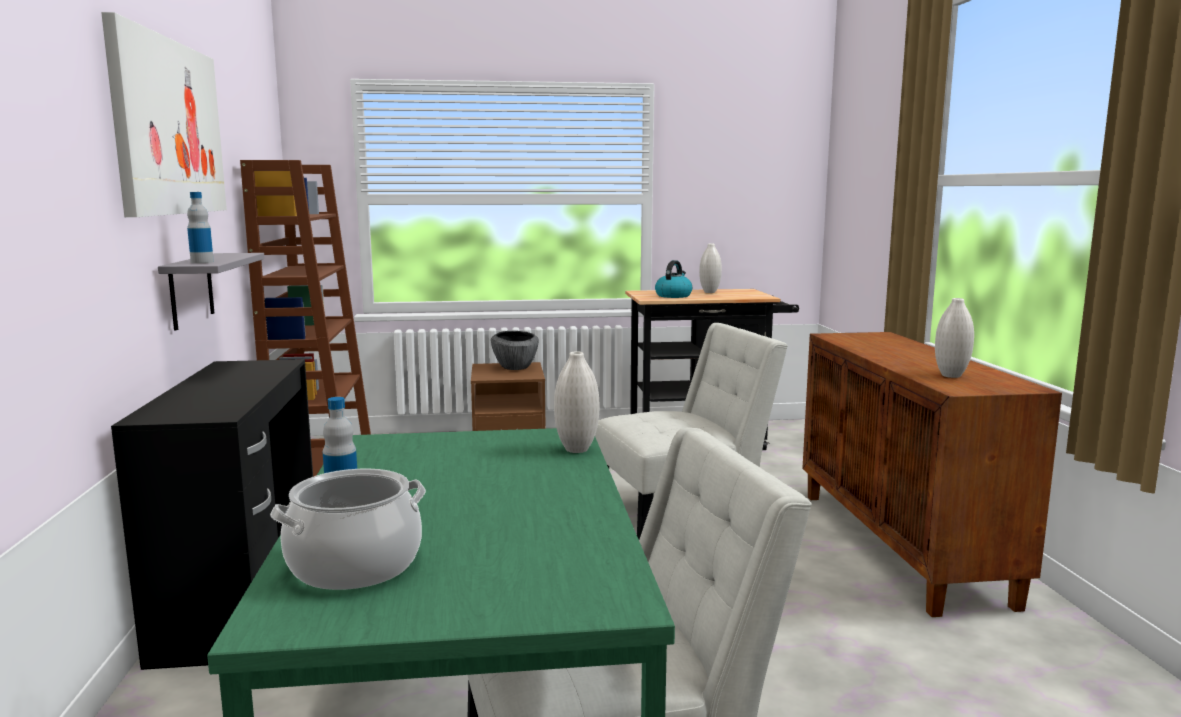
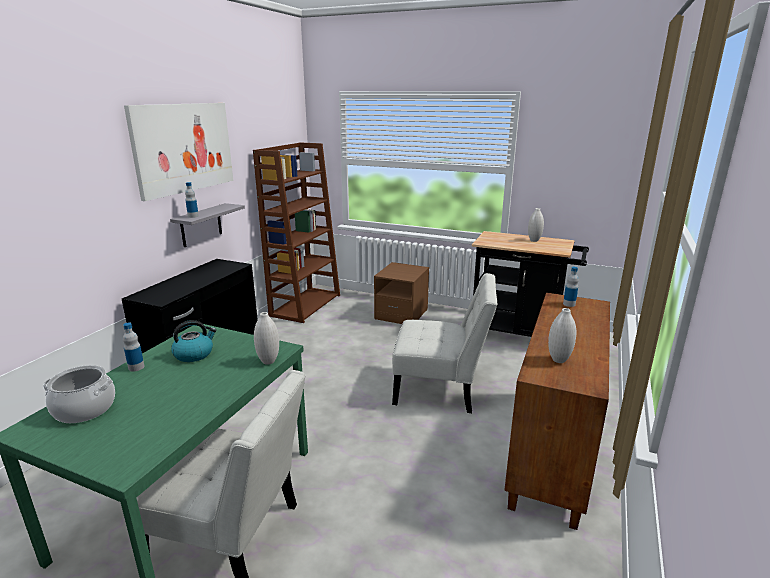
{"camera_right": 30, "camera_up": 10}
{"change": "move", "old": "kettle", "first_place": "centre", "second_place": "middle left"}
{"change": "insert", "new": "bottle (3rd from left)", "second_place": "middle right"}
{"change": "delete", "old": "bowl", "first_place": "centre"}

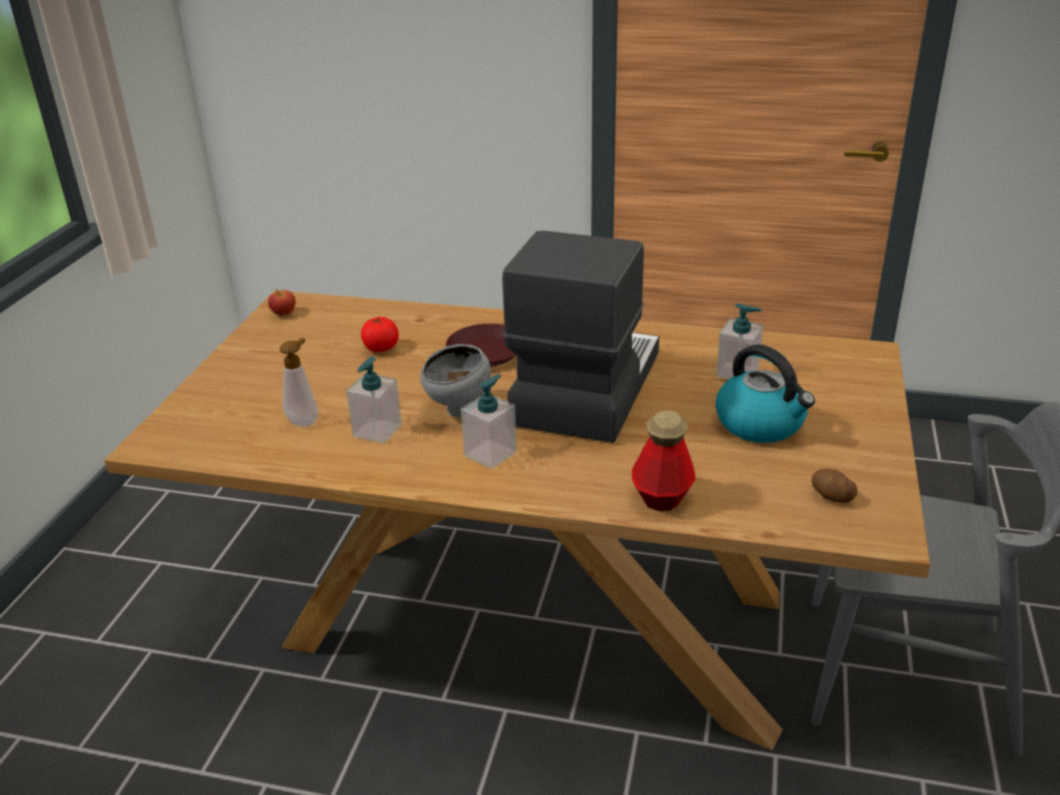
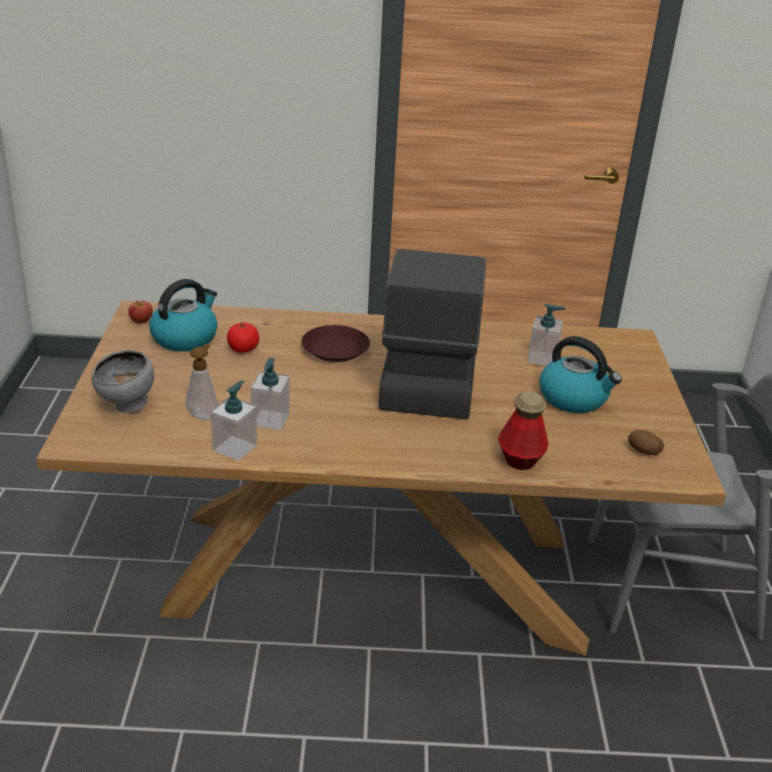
{"camera_right": -15, "camera_up": 0}
{"change": "move", "old": "grey bowl", "first_place": "centre", "second_place": "middle left"}
{"change": "insert", "new": "kettle (1st from left)", "second_place": "middle left"}
{"change": "move", "old": "soap dispenser (3rd from left in the first image)", "new": "soap dispenser (2nd from left)", "first_place": "centre", "second_place": "middle left"}

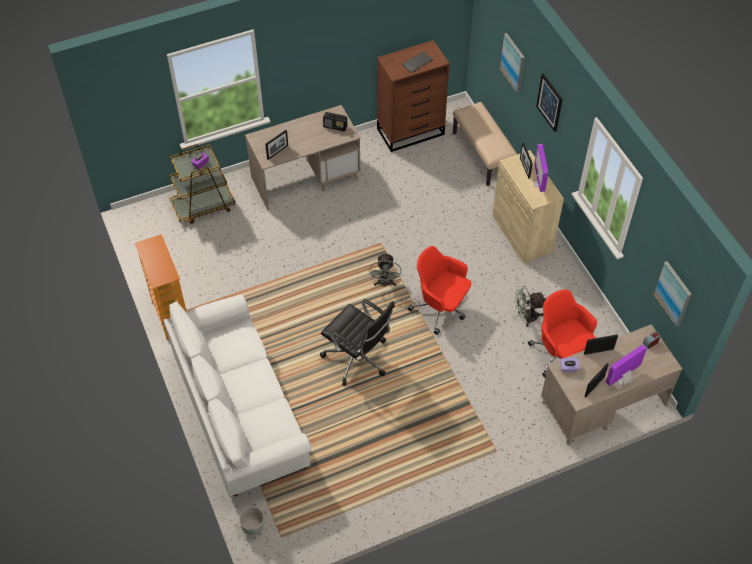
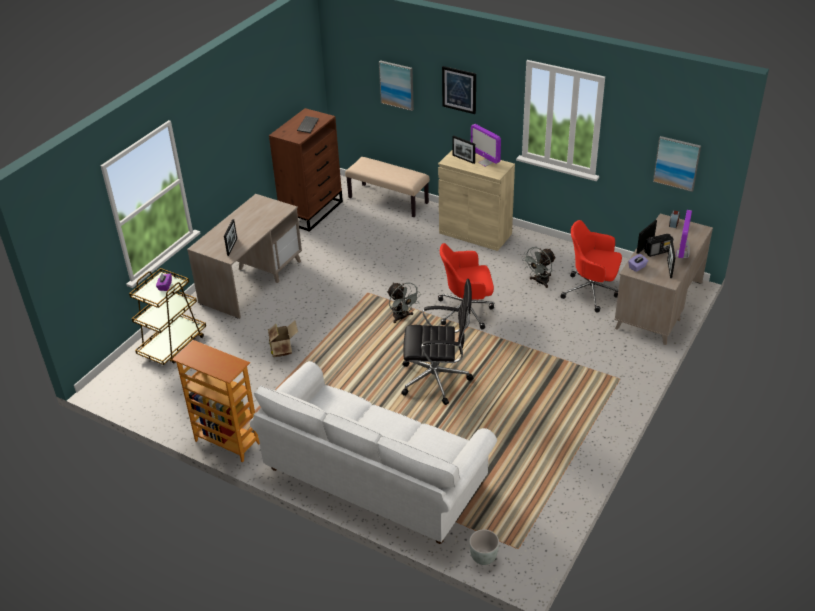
{"camera_right": -35, "camera_up": -15}
{"change": "insert", "new": "cardboard box", "second_place": "centre"}
{"change": "move", "old": "radio", "first_place": "top centre", "second_place": "middle right"}

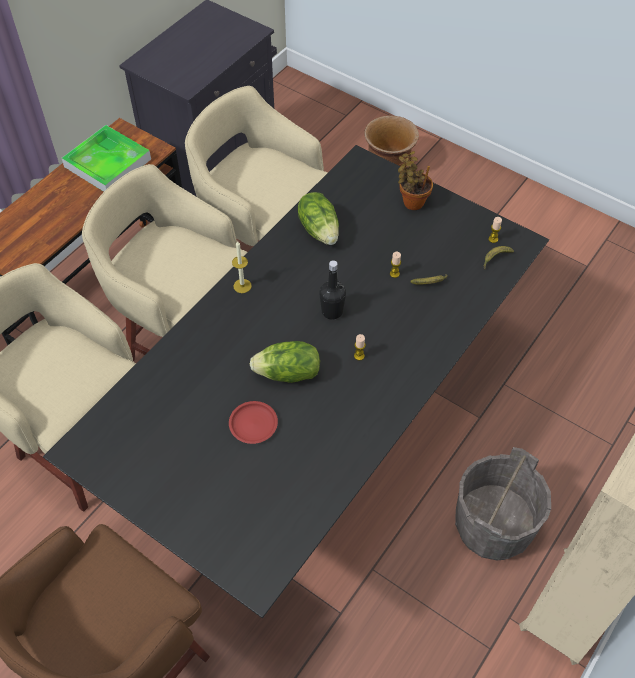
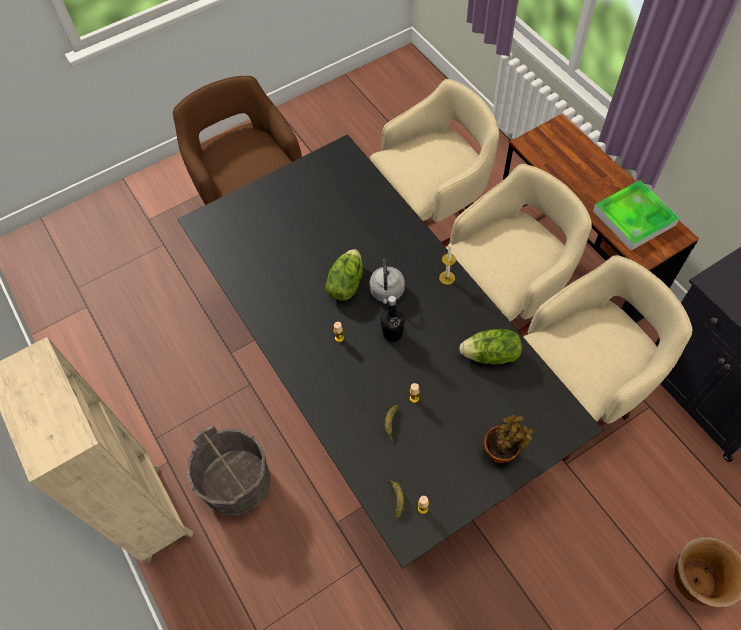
{"camera_right": 115, "camera_up": 5}
{"change": "insert", "new": "grey kettle", "second_place": "centre"}
{"change": "delete", "old": "red plate", "first_place": "centre"}

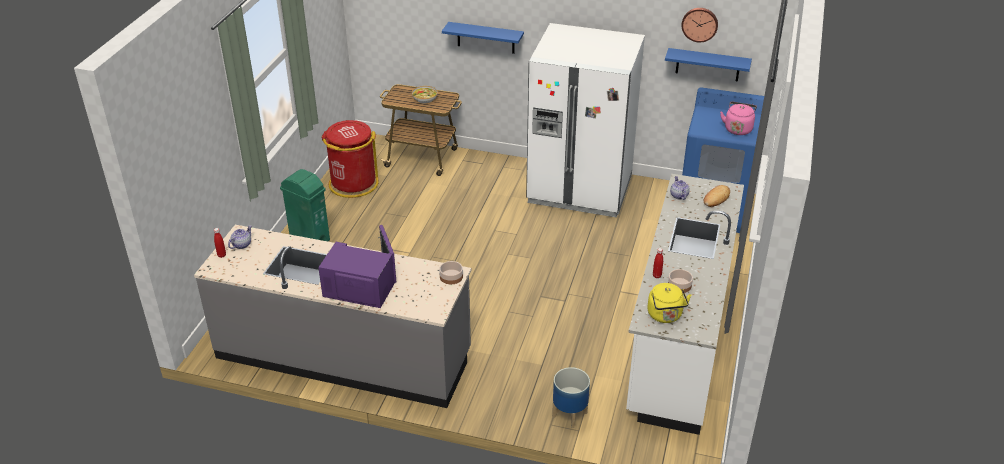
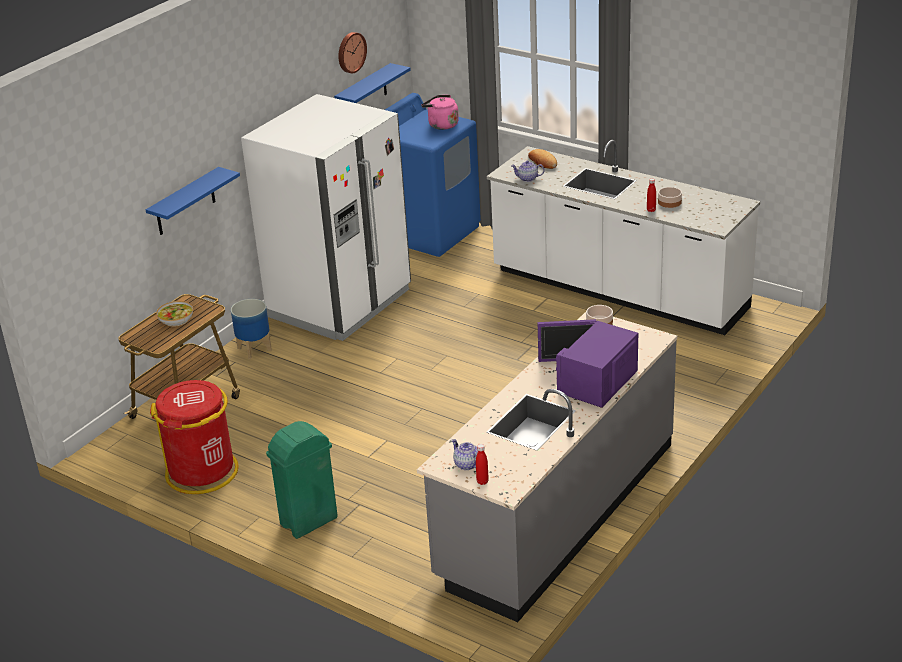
{"camera_right": -70, "camera_up": -5}
{"change": "move", "old": "planter", "first_place": "bottom centre", "second_place": "middle left"}
{"change": "delete", "old": "yellow kettle", "first_place": "centre"}

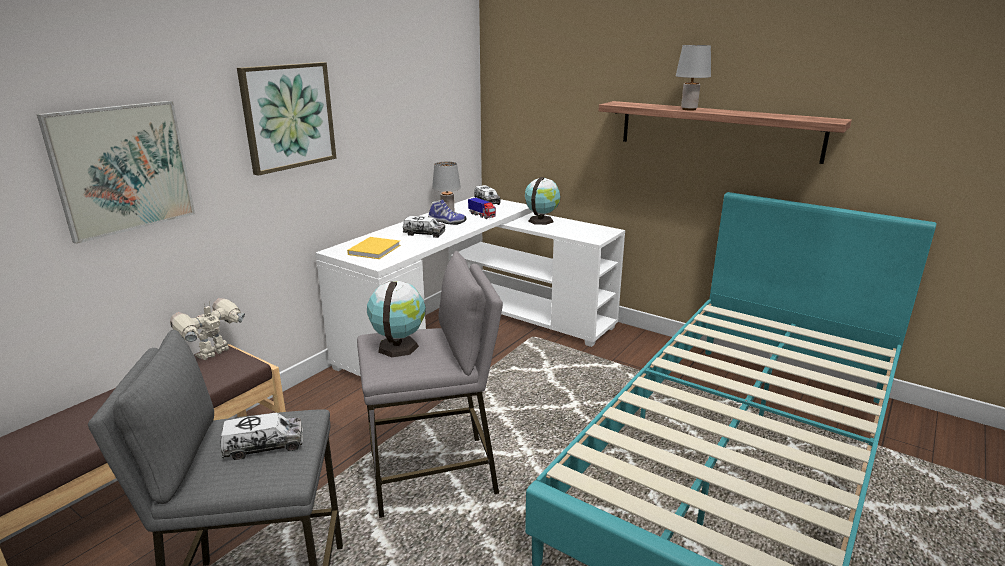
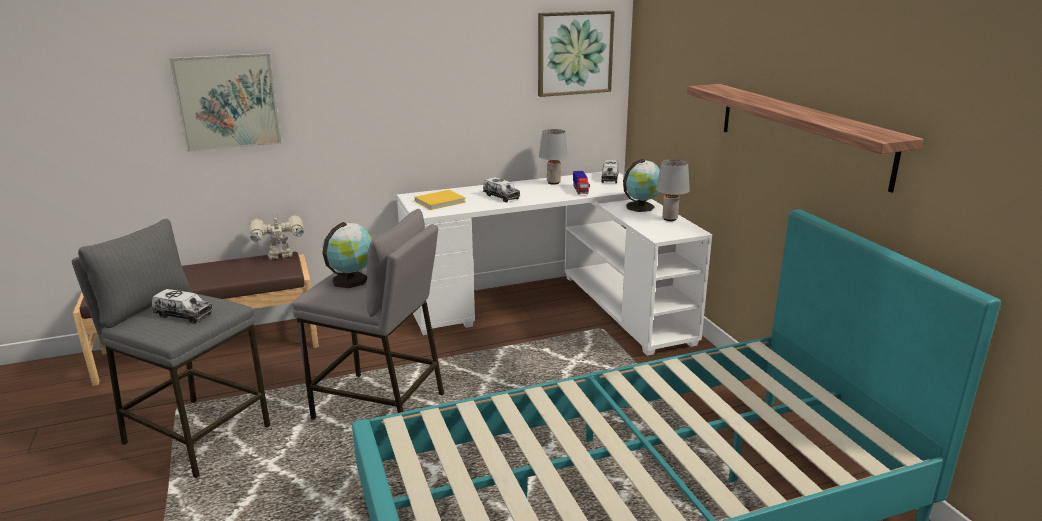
{"camera_right": 35, "camera_up": 0}
{"change": "move", "old": "picture (2nd from left)", "first_place": "top left", "second_place": "top centre"}
{"change": "move", "old": "grey table lamp (2nd from left)", "first_place": "top right", "second_place": "centre"}
{"change": "delete", "old": "shoe", "first_place": "centre"}

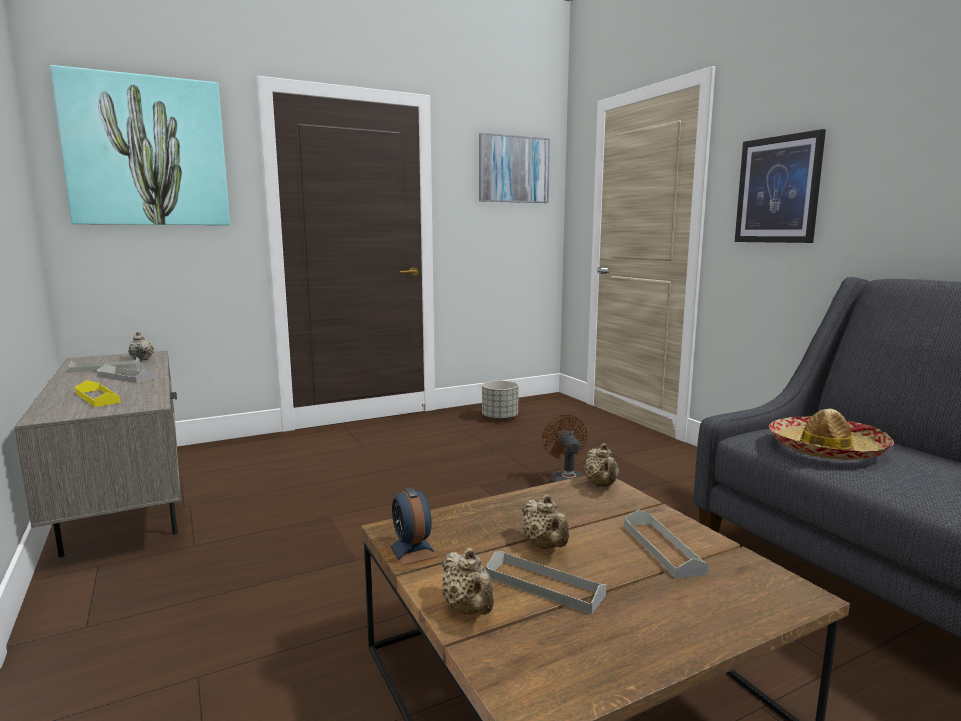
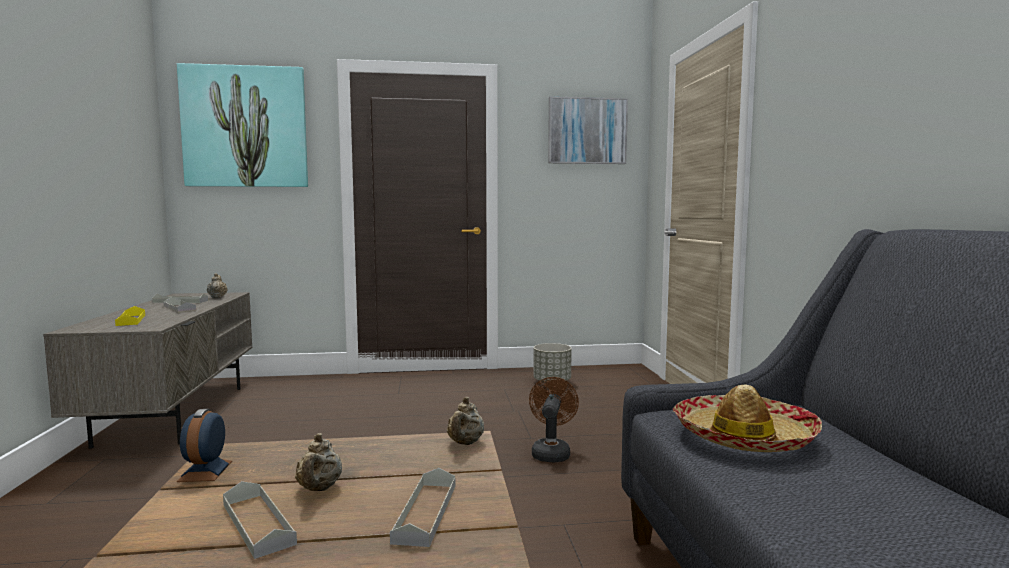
{"camera_right": 20, "camera_up": -5}
{"change": "delete", "old": "beige teapot (2nd from left)", "first_place": "bottom centre"}
{"change": "delete", "old": "picture (3rd from left)", "first_place": "top right"}

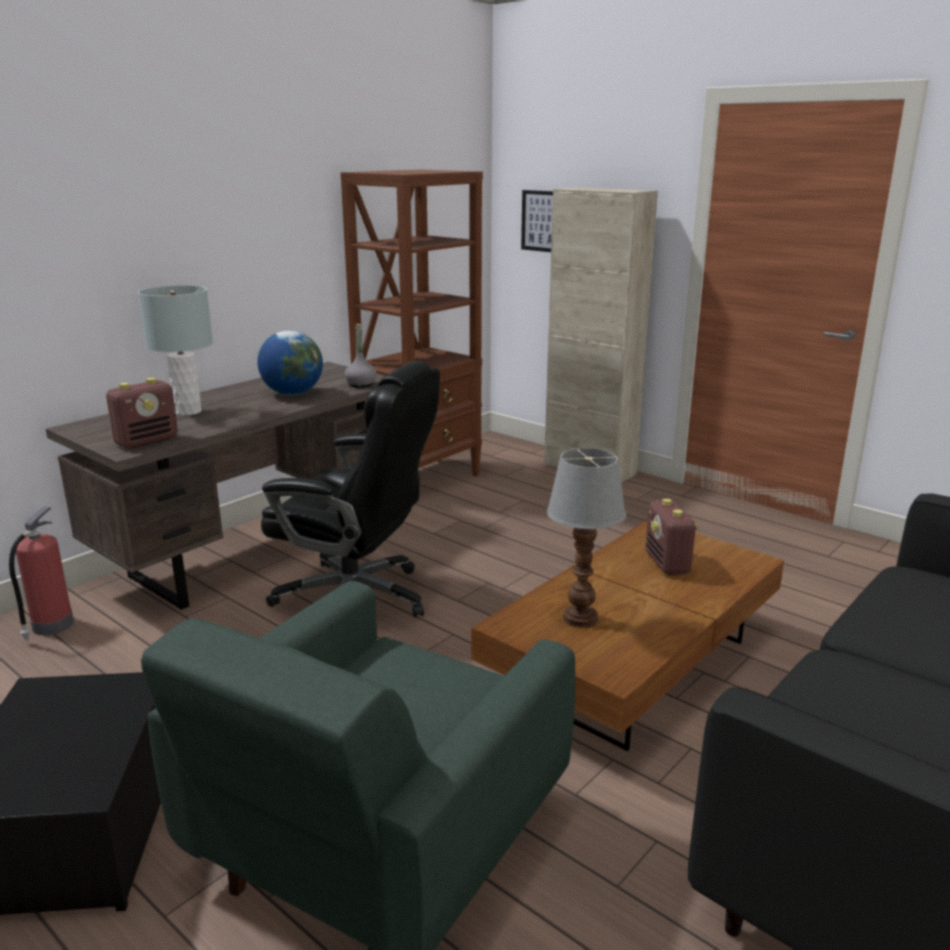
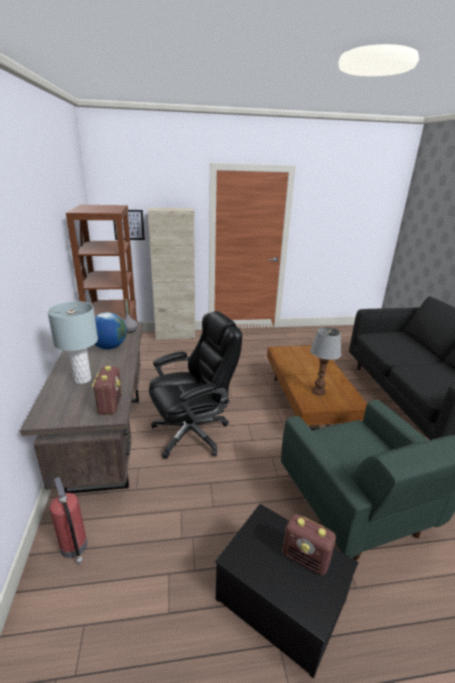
{"camera_right": -50, "camera_up": 5}
{"change": "move", "old": "radio (2nd from left)", "first_place": "middle right", "second_place": "bottom right"}

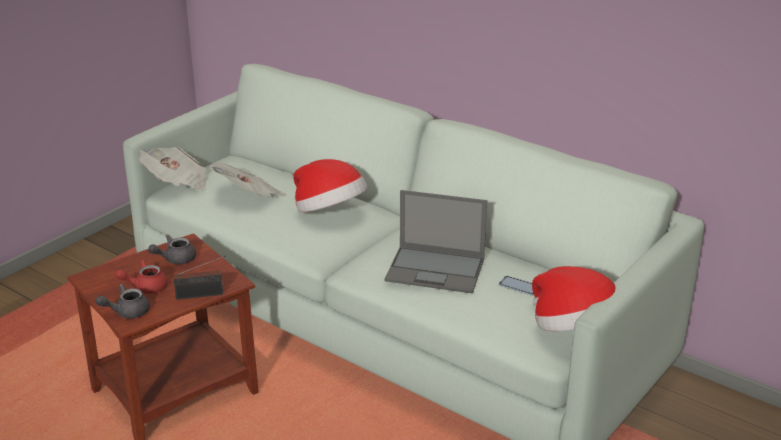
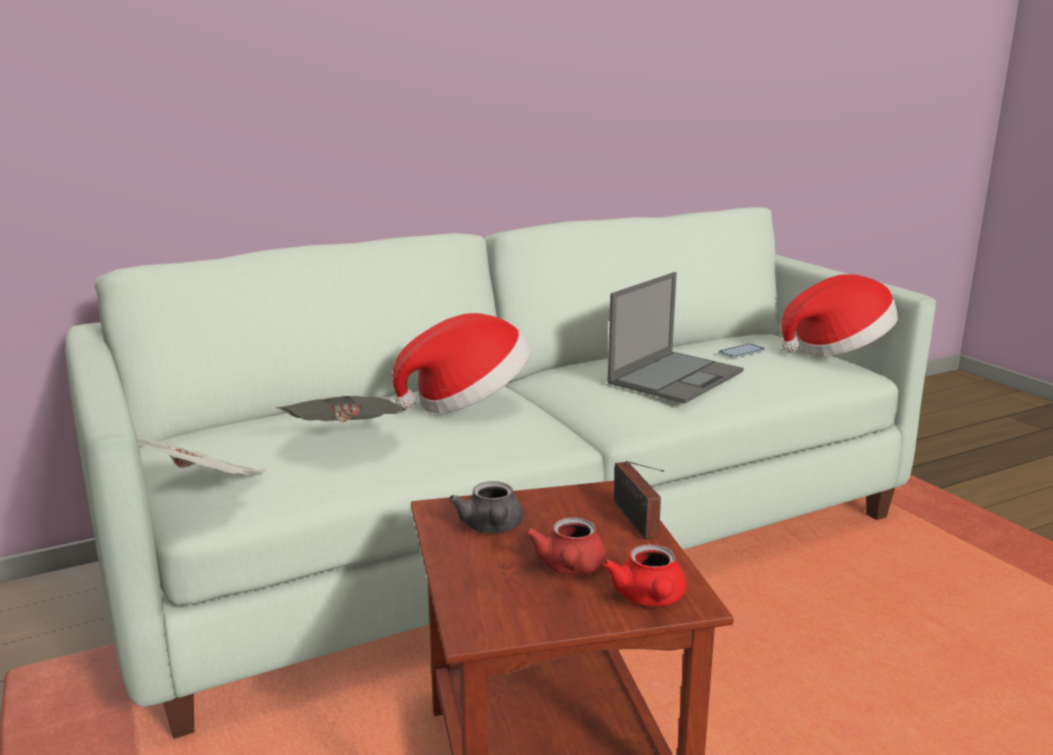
{"camera_right": -65, "camera_up": -10}
{"change": "recolor", "old": "grey teapot (1st from left)", "new": "red teapot (2nd from left)", "first_place": "bottom left", "second_place": "bottom centre"}
{"change": "rotate", "old": "radio", "first_place": "middle left", "second_place": "centre", "degrees": 150}

